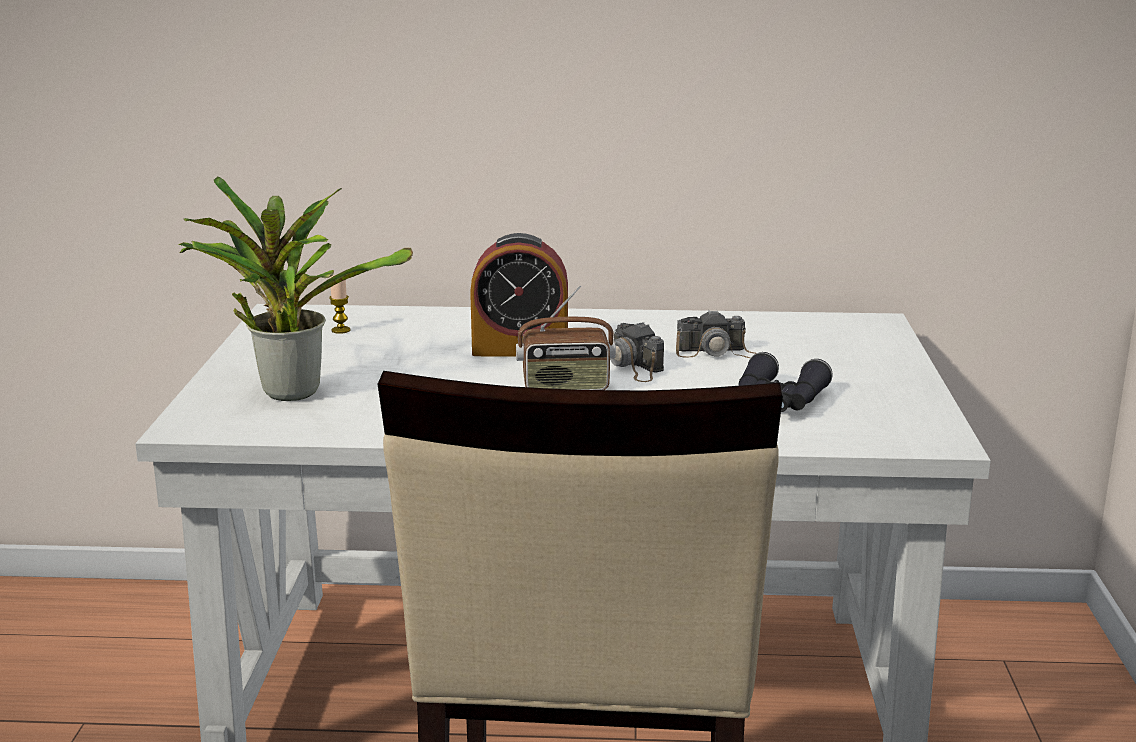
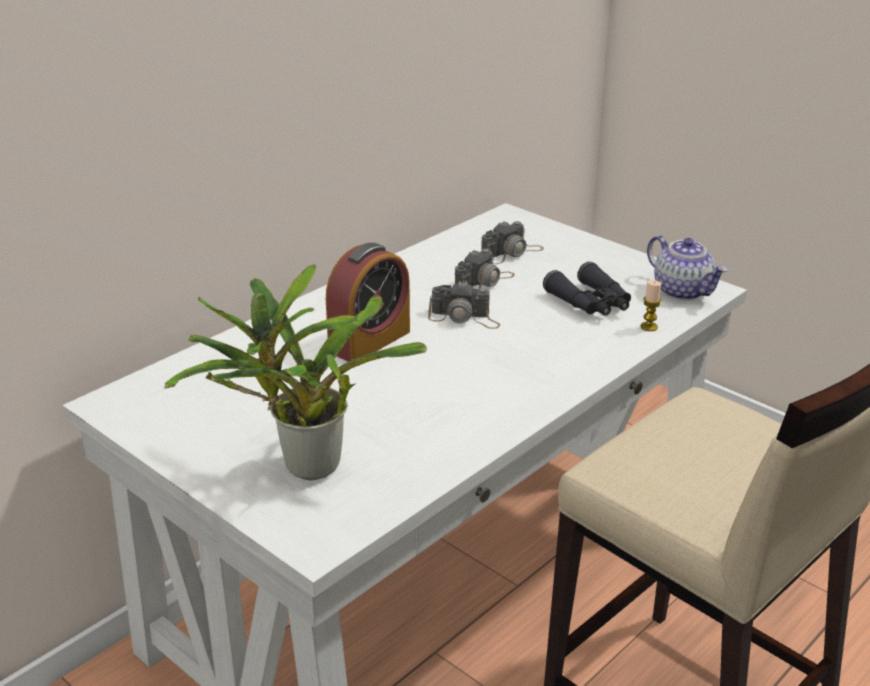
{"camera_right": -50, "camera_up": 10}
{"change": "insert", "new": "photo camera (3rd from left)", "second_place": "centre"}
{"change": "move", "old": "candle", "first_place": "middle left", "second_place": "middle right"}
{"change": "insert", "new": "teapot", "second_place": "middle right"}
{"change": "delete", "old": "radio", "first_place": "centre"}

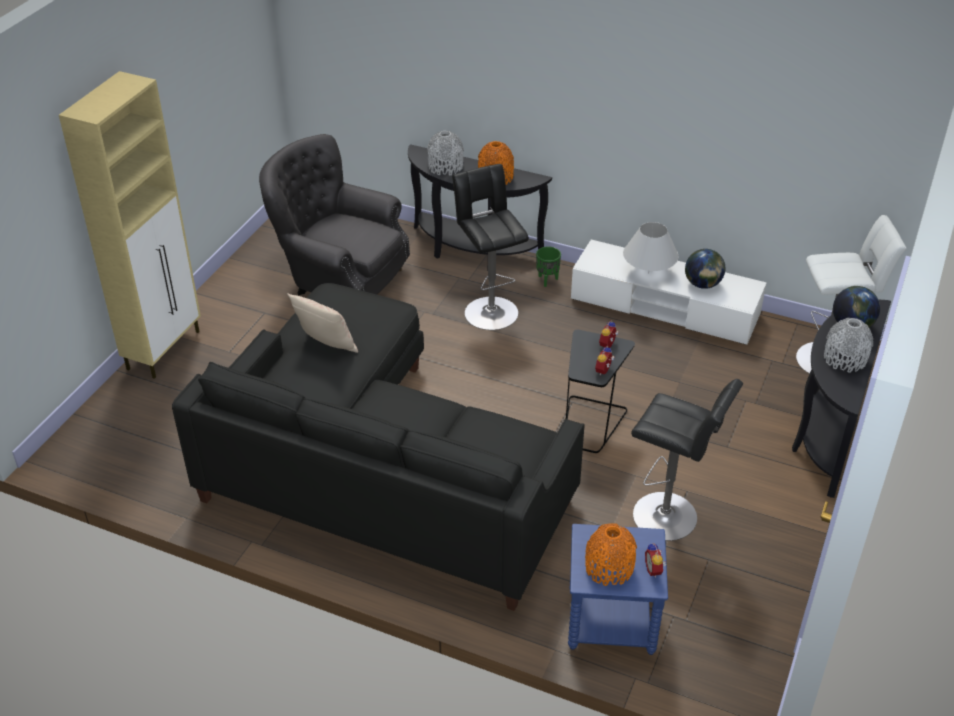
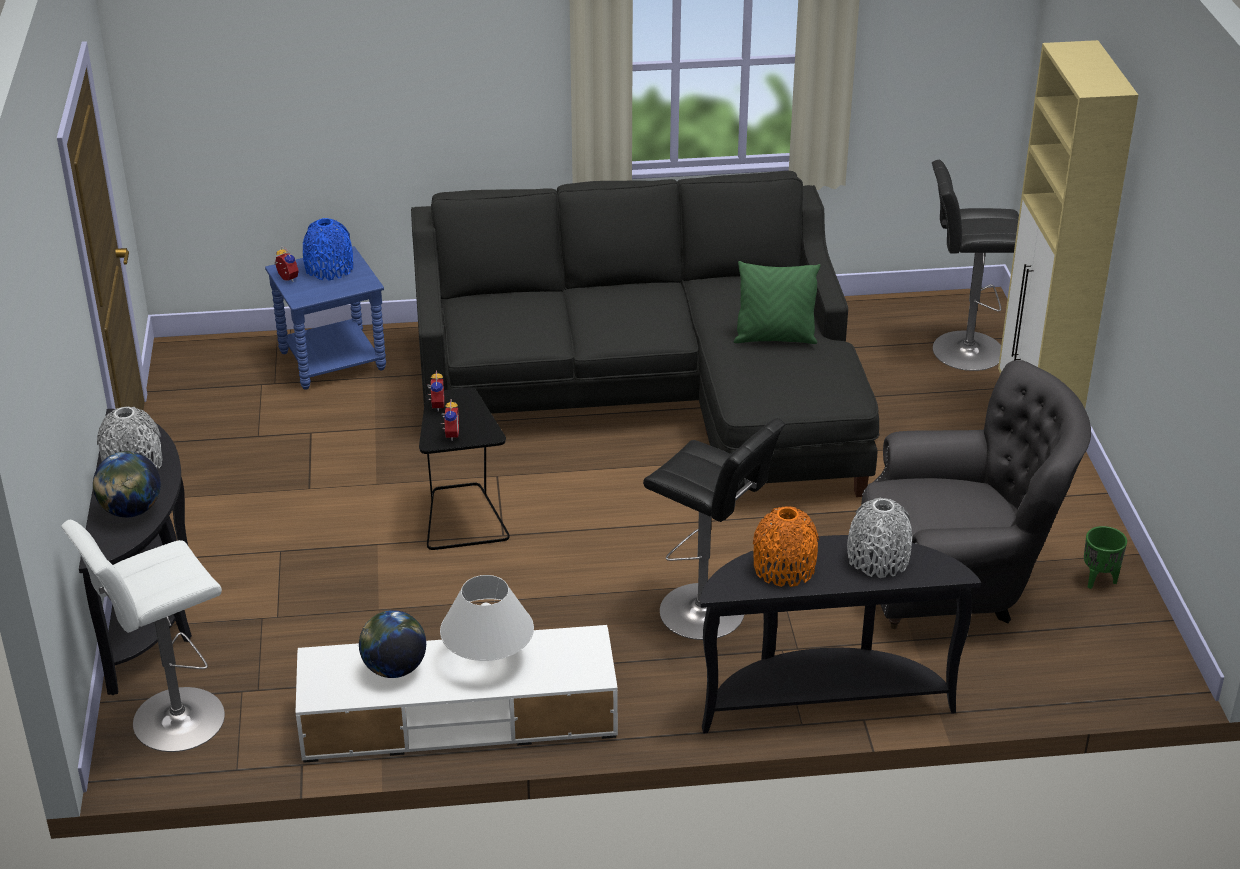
{"camera_right": 150, "camera_up": -5}
{"change": "recolor", "old": "orange vase (2nd from left)", "new": "blue vase", "first_place": "bottom centre", "second_place": "top left"}
{"change": "recolor", "old": "beige pillow", "new": "green pillow", "first_place": "centre", "second_place": "centre"}
{"change": "move", "old": "black stool (2nd from left)", "first_place": "middle right", "second_place": "top right"}
{"change": "move", "old": "green planter", "first_place": "centre", "second_place": "middle right"}

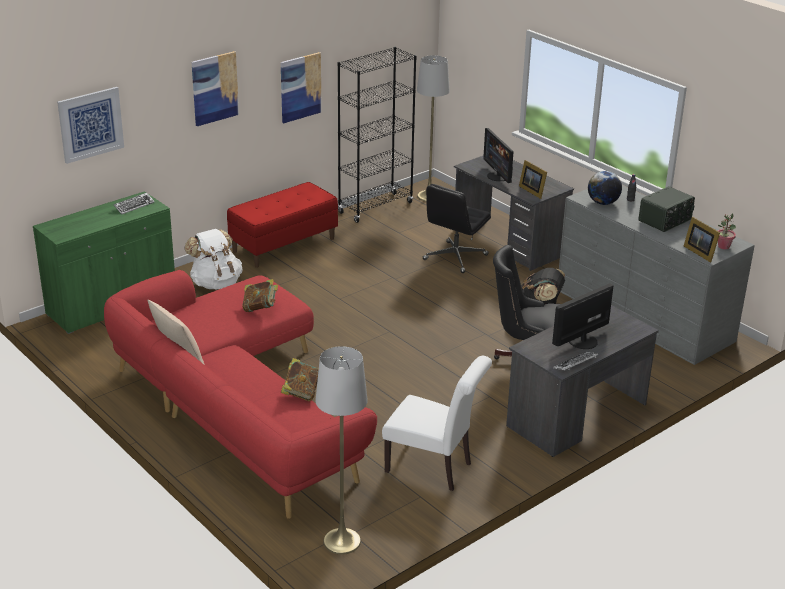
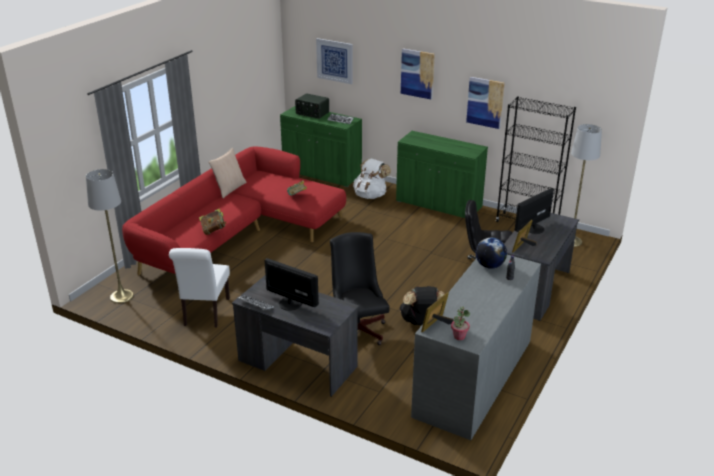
{"camera_right": 70, "camera_up": 0}
{"change": "move", "old": "radio", "first_place": "middle right", "second_place": "top centre"}
{"change": "replace", "old": "red bench", "new": "green cabinet (2nd from left)", "first_place": "centre", "second_place": "centre"}

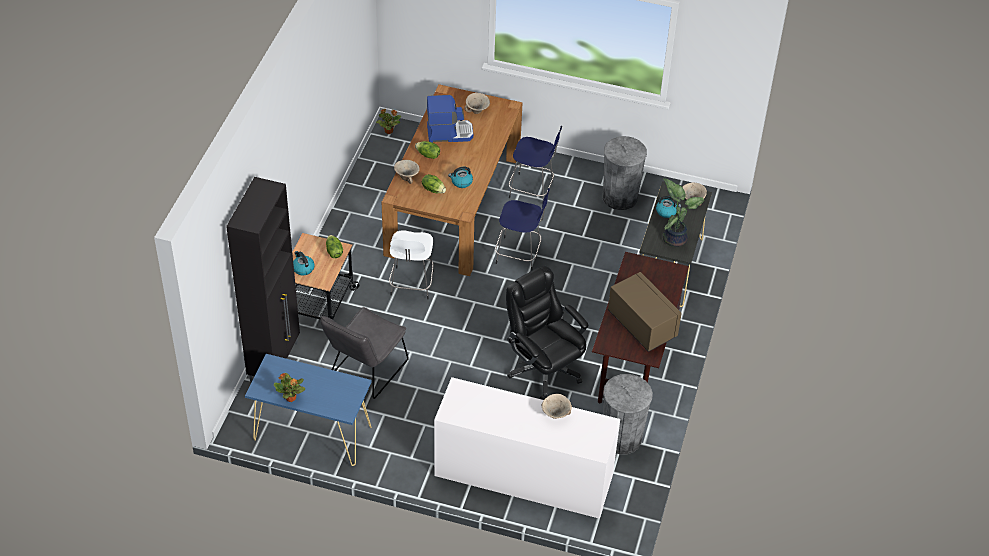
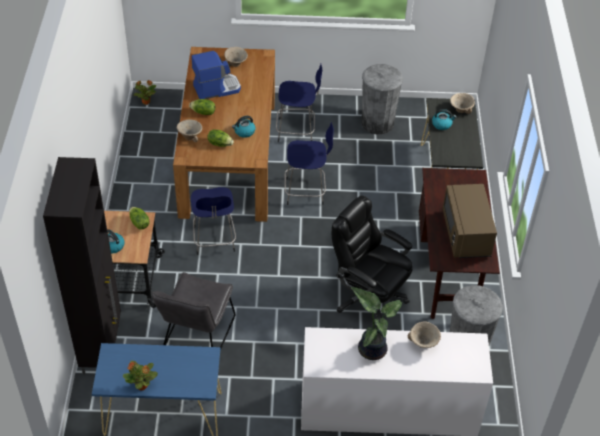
{"camera_right": -15, "camera_up": 0}
{"change": "recolor", "old": "white stool", "new": "blue stool (1st from left)", "first_place": "centre", "second_place": "centre"}
{"change": "move", "old": "potted plant (3rd from left)", "first_place": "middle right", "second_place": "bottom centre"}
{"change": "rotate", "old": "brown microwave", "first_place": "centre", "second_place": "middle right", "degrees": -135}

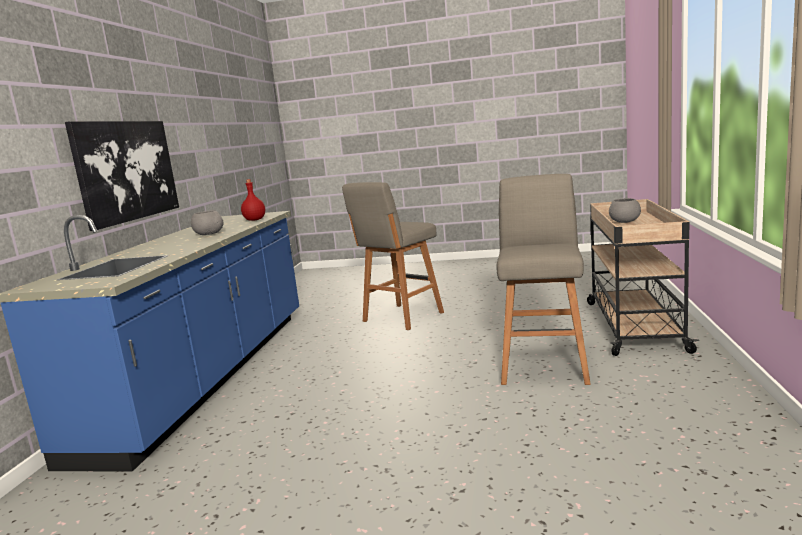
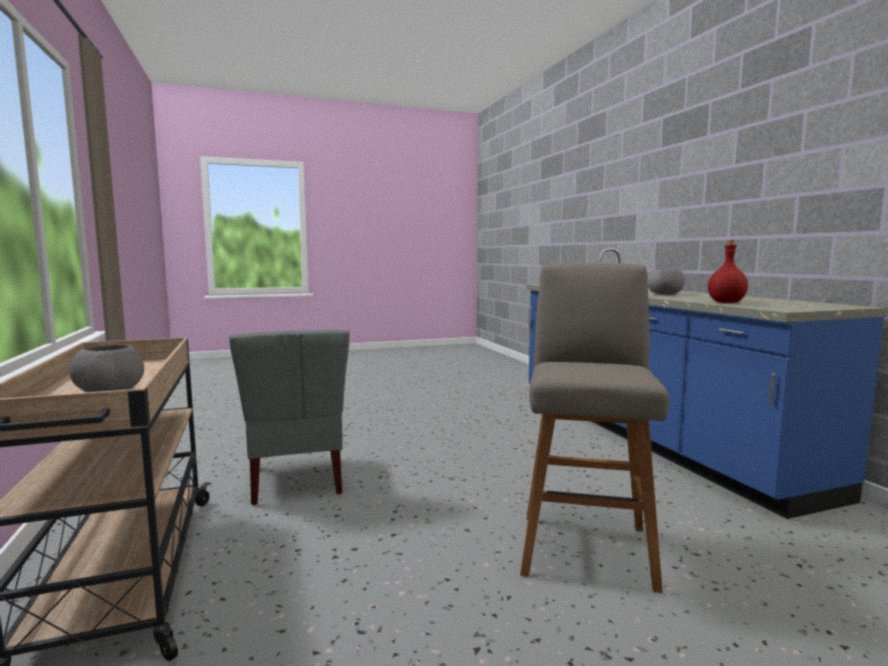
{"camera_right": 150, "camera_up": -5}
{"change": "replace", "old": "grey stool (2nd from left)", "new": "grey chair", "first_place": "middle right", "second_place": "middle left"}
{"change": "delete", "old": "picture", "first_place": "top left"}

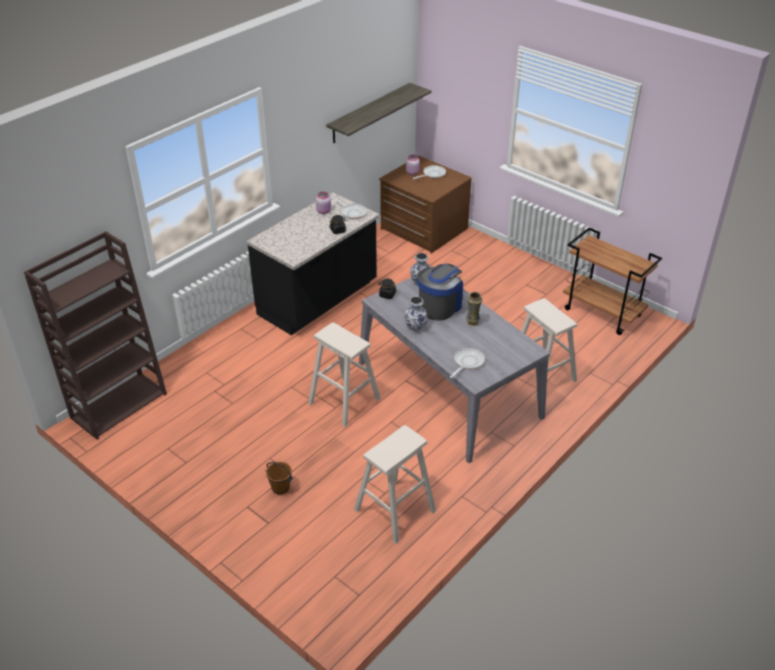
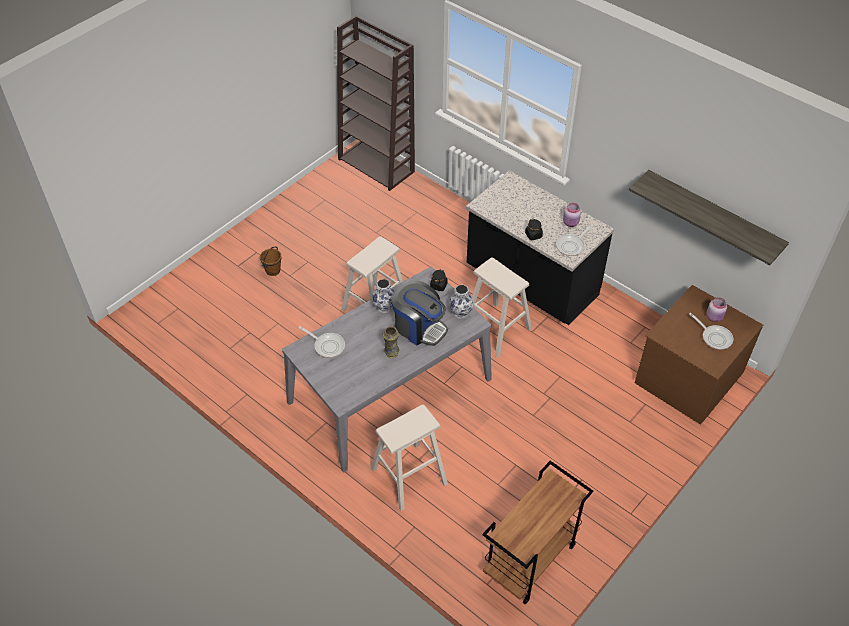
{"camera_right": 90, "camera_up": 10}
{"change": "move", "old": "beige stool (2nd from left in the first image)", "new": "beige stool (3rd from left)", "first_place": "bottom centre", "second_place": "centre"}

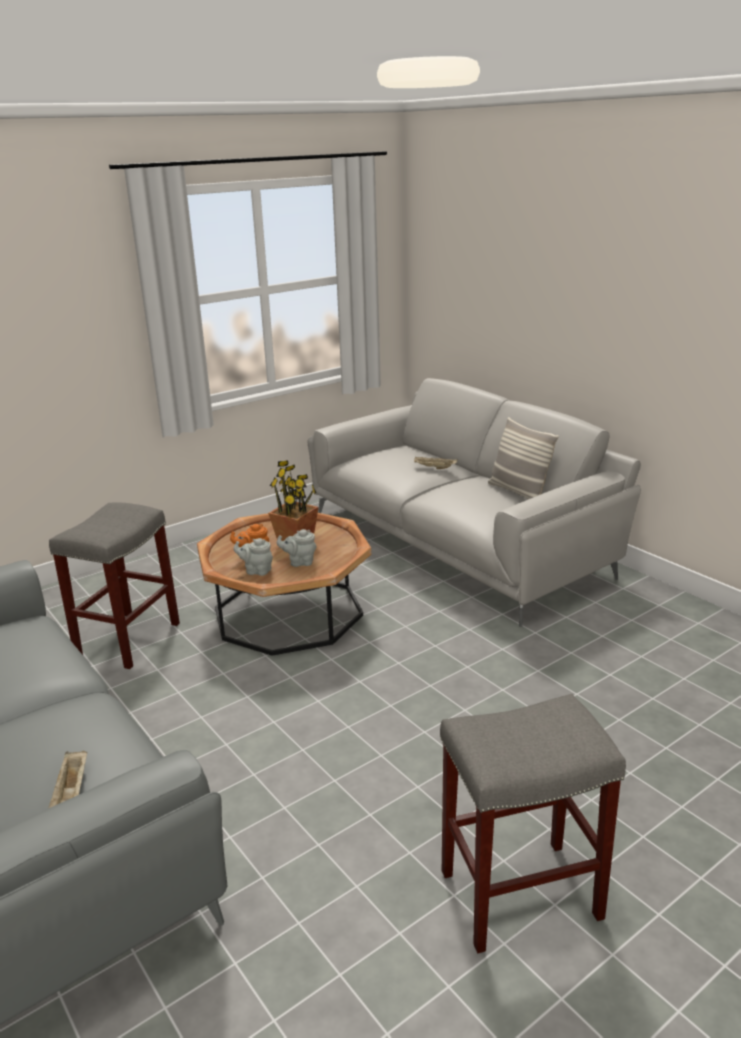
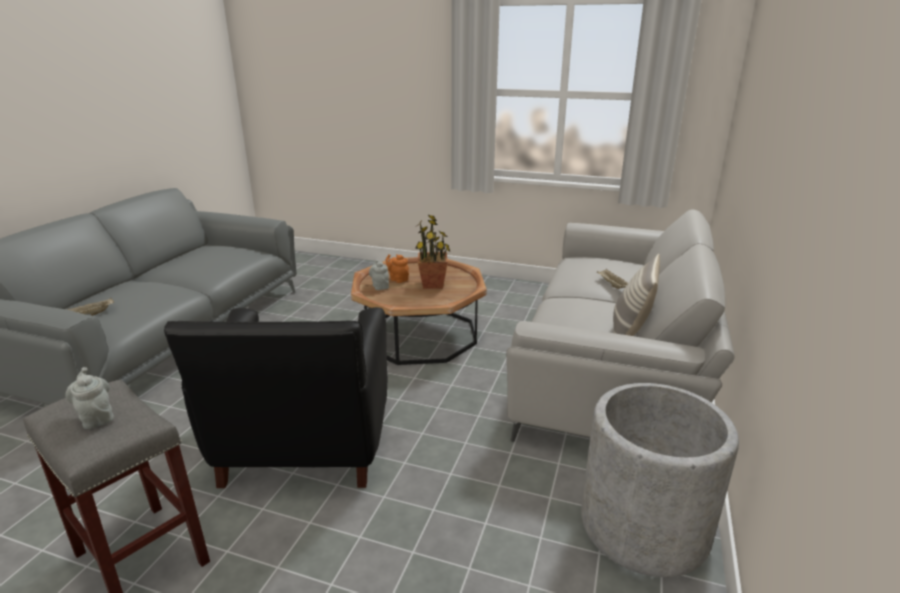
{"camera_right": 55, "camera_up": 0}
{"change": "move", "old": "grey teapot (2nd from left in the first image)", "new": "grey teapot (1st from left)", "first_place": "centre", "second_place": "bottom left"}
{"change": "insert", "new": "black armchair", "second_place": "bottom left"}
{"change": "insert", "new": "grey planter", "second_place": "bottom right"}
{"change": "delete", "old": "grey stool (1st from left)", "first_place": "middle left"}

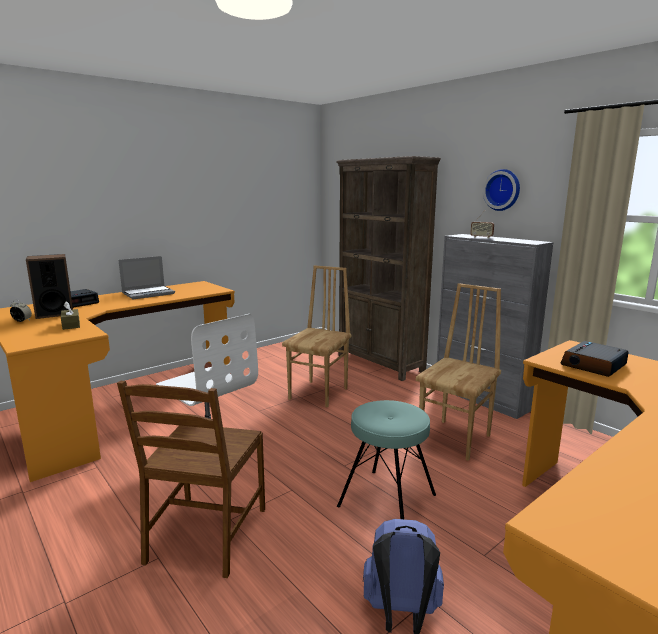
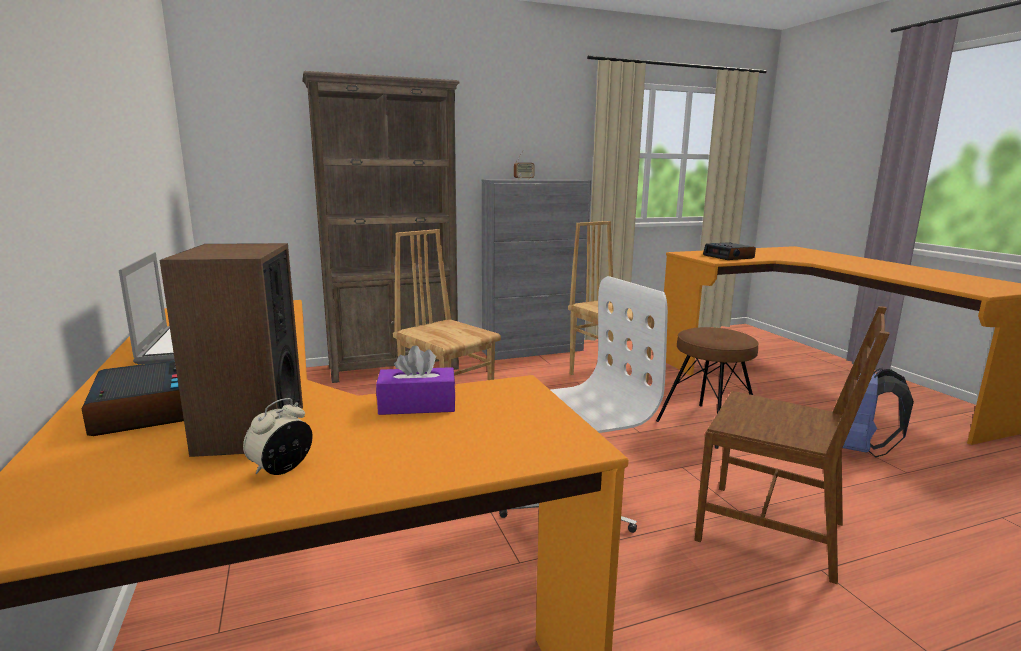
{"camera_right": -70, "camera_up": 0}
{"change": "recolor", "old": "brown tissue box", "new": "purple tissue box", "first_place": "middle left", "second_place": "centre"}
{"change": "recolor", "old": "turquoise stool", "new": "brown stool", "first_place": "bottom centre", "second_place": "middle right"}
{"change": "delete", "old": "wall clock", "first_place": "top right"}

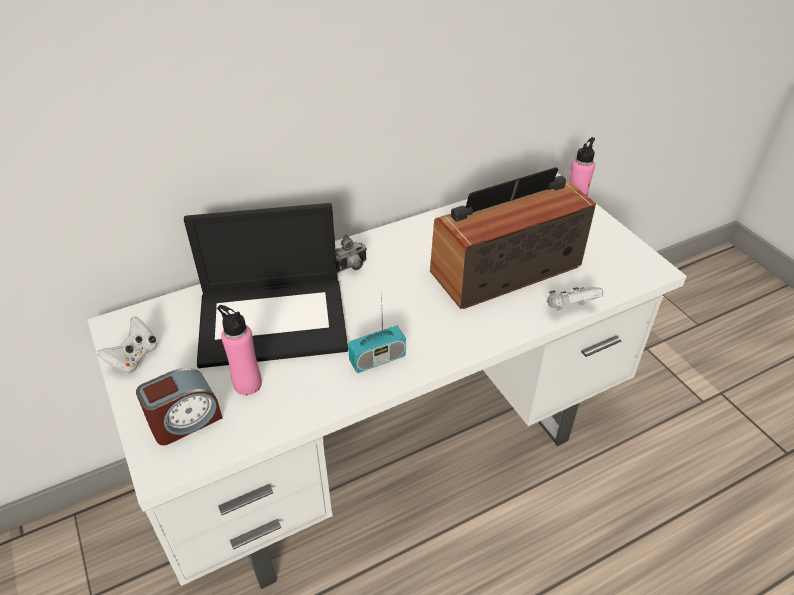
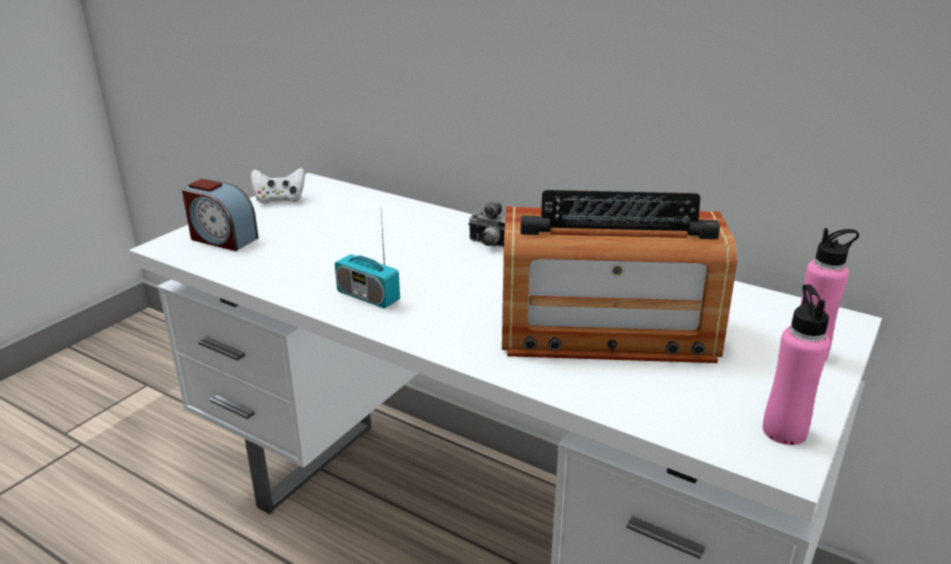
{"camera_right": 60, "camera_up": -15}
{"change": "rotate", "old": "radio (2nd from left)", "first_place": "centre", "second_place": "centre", "degrees": 150}
{"change": "move", "old": "pink bottle (1st from left)", "first_place": "middle left", "second_place": "middle right"}
{"change": "delete", "old": "laptop", "first_place": "centre"}
{"change": "delete", "old": "white game controller (2nd from left)", "first_place": "middle right"}

